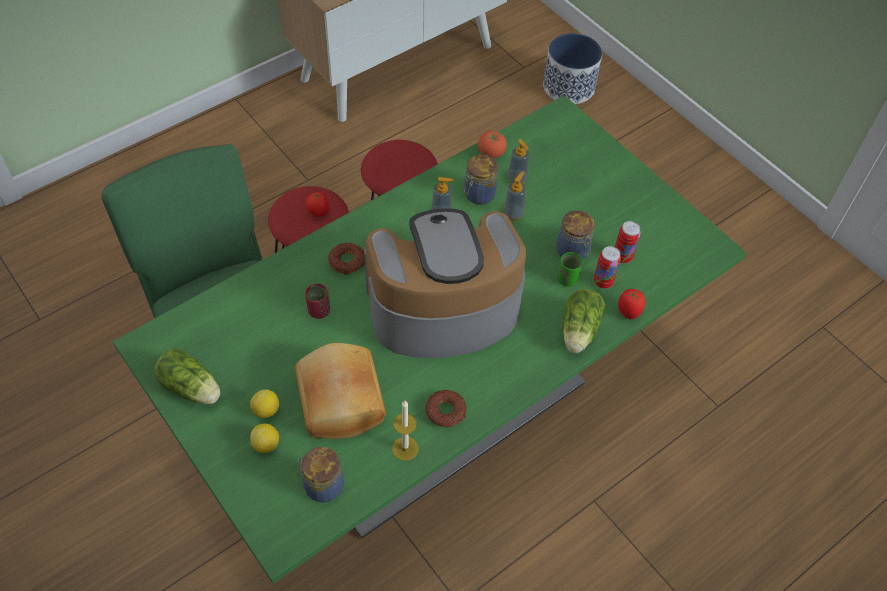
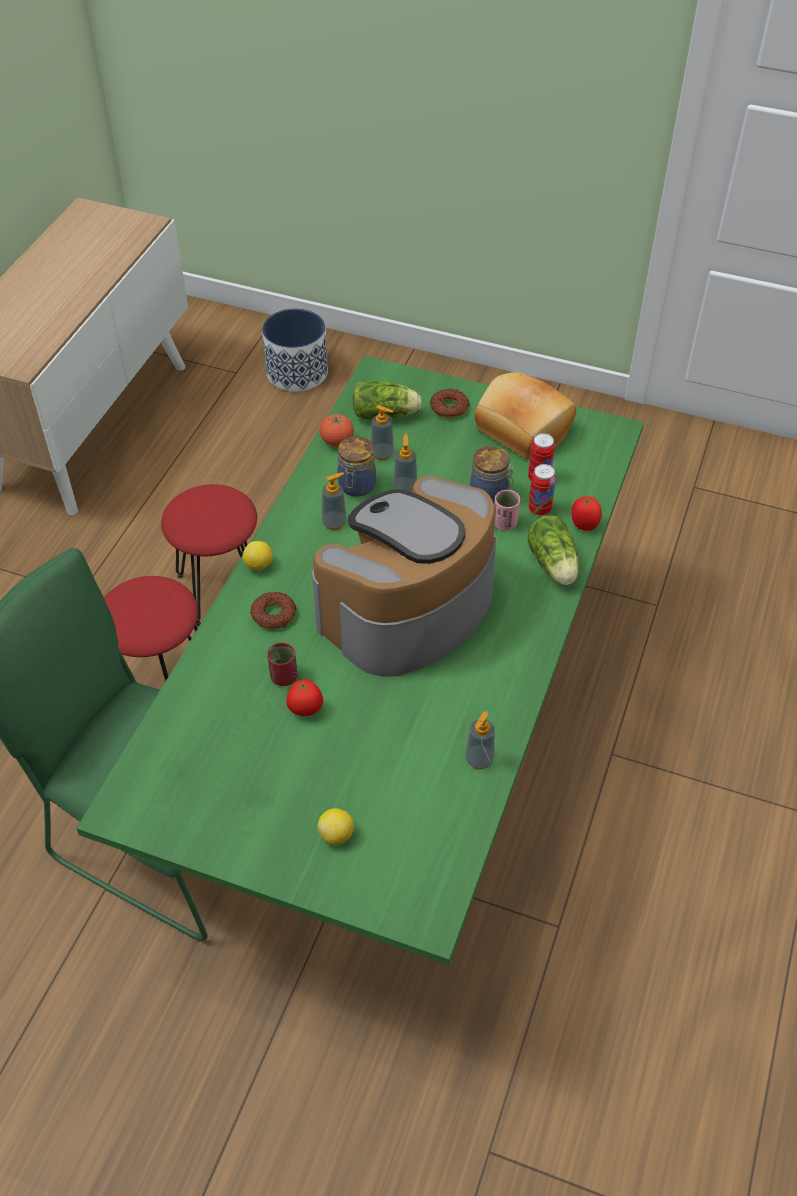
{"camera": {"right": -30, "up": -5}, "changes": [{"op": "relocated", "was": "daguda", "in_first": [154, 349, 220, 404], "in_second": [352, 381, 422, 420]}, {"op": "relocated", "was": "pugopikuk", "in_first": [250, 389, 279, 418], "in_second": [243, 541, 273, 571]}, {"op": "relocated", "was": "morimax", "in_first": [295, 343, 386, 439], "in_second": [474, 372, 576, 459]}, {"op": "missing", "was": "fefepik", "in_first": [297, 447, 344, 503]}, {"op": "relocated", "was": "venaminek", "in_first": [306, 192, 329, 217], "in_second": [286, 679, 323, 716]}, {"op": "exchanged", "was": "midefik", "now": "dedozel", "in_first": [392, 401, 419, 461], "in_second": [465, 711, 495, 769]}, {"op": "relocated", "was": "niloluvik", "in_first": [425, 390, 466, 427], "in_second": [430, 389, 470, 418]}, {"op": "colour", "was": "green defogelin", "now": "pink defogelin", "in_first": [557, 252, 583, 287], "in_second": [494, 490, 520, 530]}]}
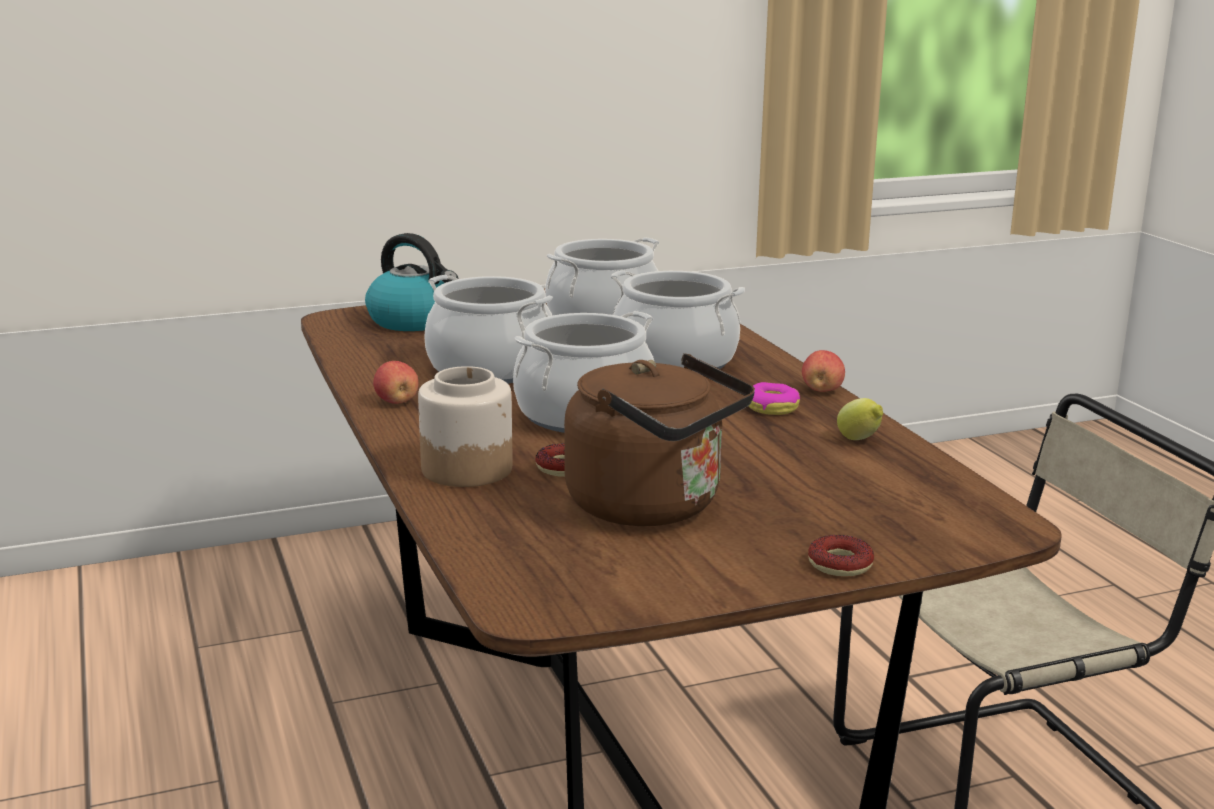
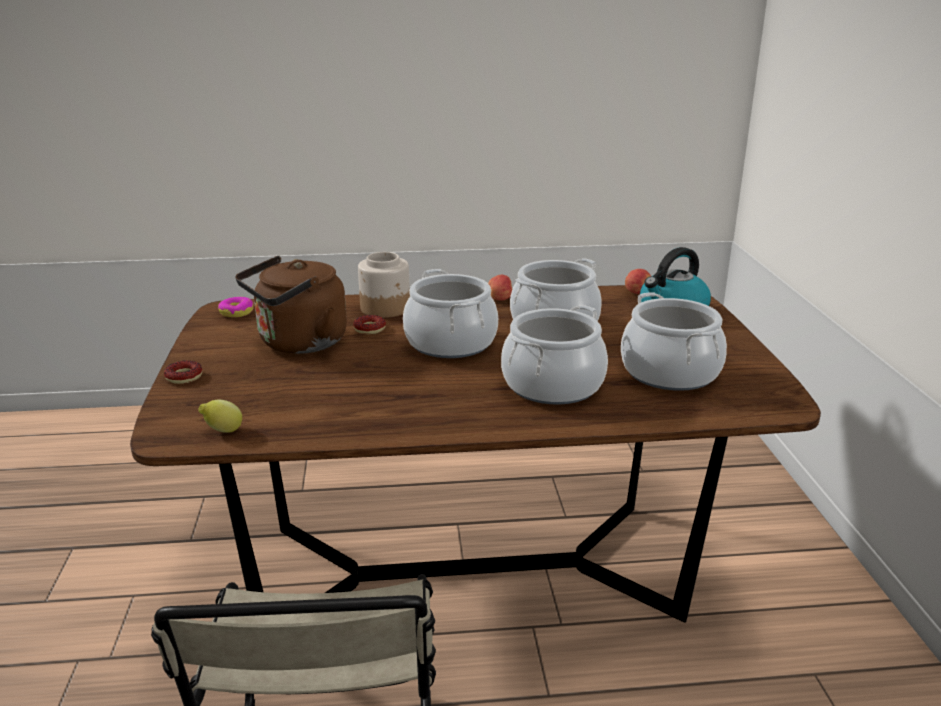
{"camera": {"right": 105, "up": 5}, "changes": [{"op": "relocated", "was": "niloluvik", "in_first": [748, 382, 800, 415], "in_second": [218, 297, 254, 317]}, {"op": "relocated", "was": "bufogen", "in_first": [802, 350, 845, 392], "in_second": [625, 269, 651, 294]}, {"op": "relocated", "was": "pugopikuk", "in_first": [837, 398, 883, 440], "in_second": [198, 399, 242, 433]}]}
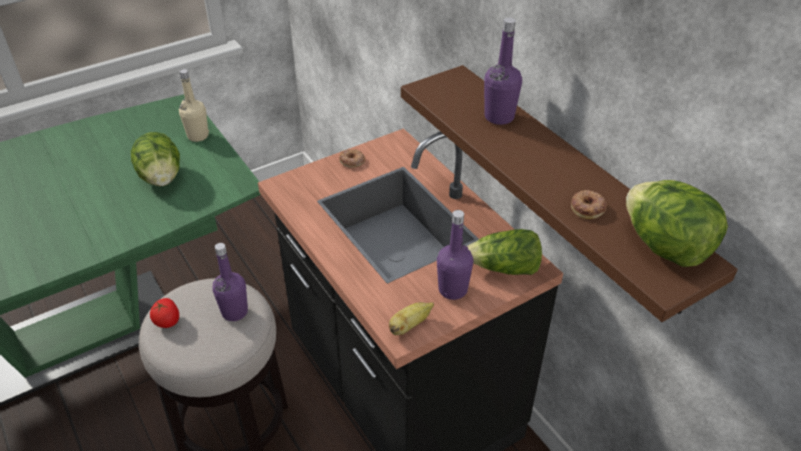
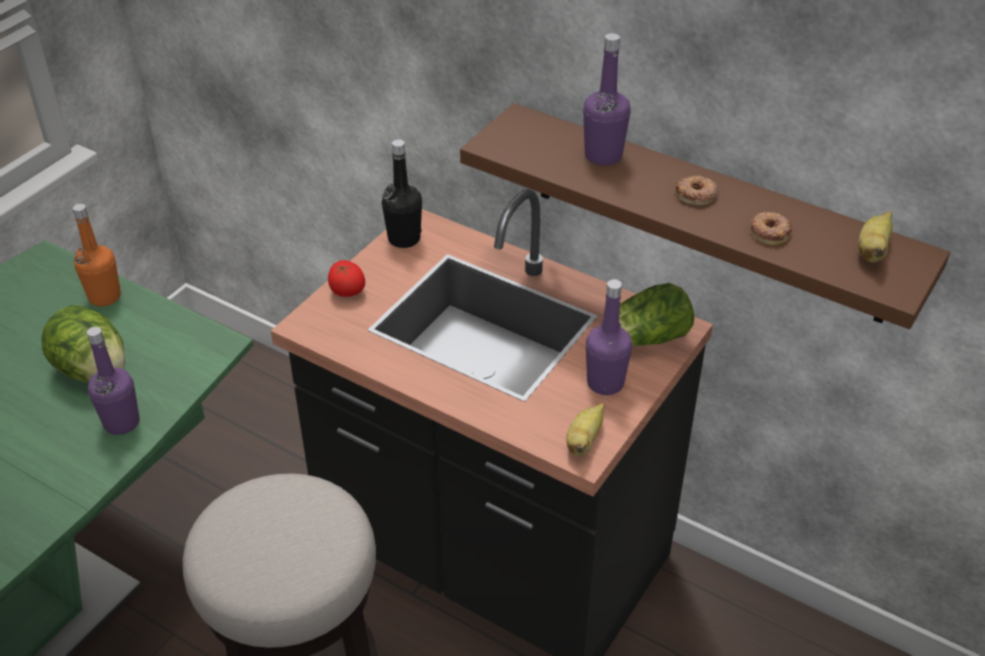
{"camera": {"right": -25, "up": 0}, "changes": [{"op": "relocated", "was": "venaminek", "in_first": [150, 298, 179, 328], "in_second": [328, 260, 365, 297]}, {"op": "colour", "was": "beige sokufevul", "now": "orange sokufevul", "in_first": [179, 69, 209, 142], "in_second": [73, 204, 121, 307]}, {"op": "relocated", "was": "purple sokufevul", "in_first": [212, 243, 248, 321], "in_second": [87, 327, 140, 435]}, {"op": "relocated", "was": "niloluvik", "in_first": [339, 149, 365, 168], "in_second": [675, 175, 718, 205]}, {"op": "exchanged", "was": "daguda", "now": "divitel", "in_first": [626, 180, 728, 267], "in_second": [858, 211, 892, 263]}, {"op": "appeared", "now": "black sokufevul", "in_second": [382, 139, 422, 248]}]}
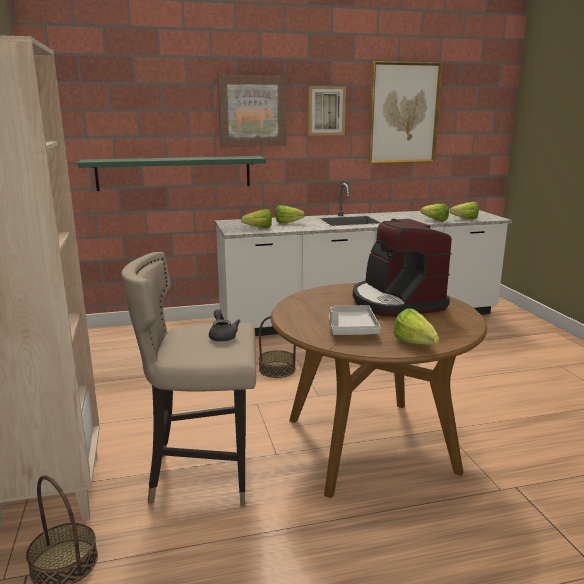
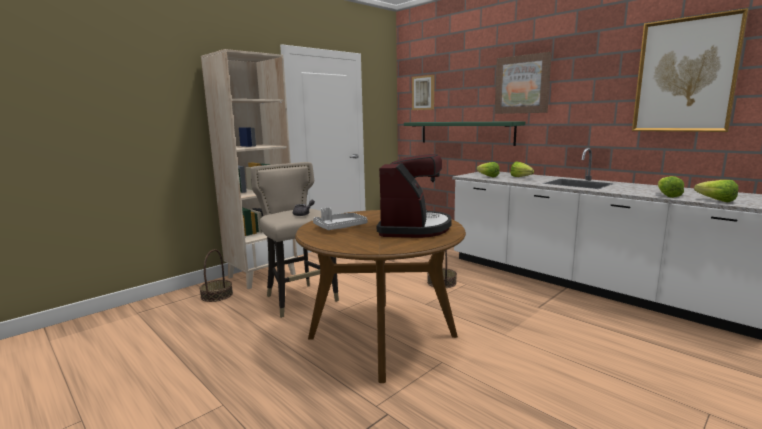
{"camera": {"right": 60, "up": -5}, "changes": [{"op": "relocated", "was": "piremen", "in_first": [308, 86, 346, 136], "in_second": [412, 75, 434, 110]}, {"op": "spun", "was": "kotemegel", "in_first": [353, 218, 452, 317], "in_second": [377, 154, 452, 238], "clockwise": 150}, {"op": "missing", "was": "daguda", "in_first": [393, 308, 439, 345]}]}
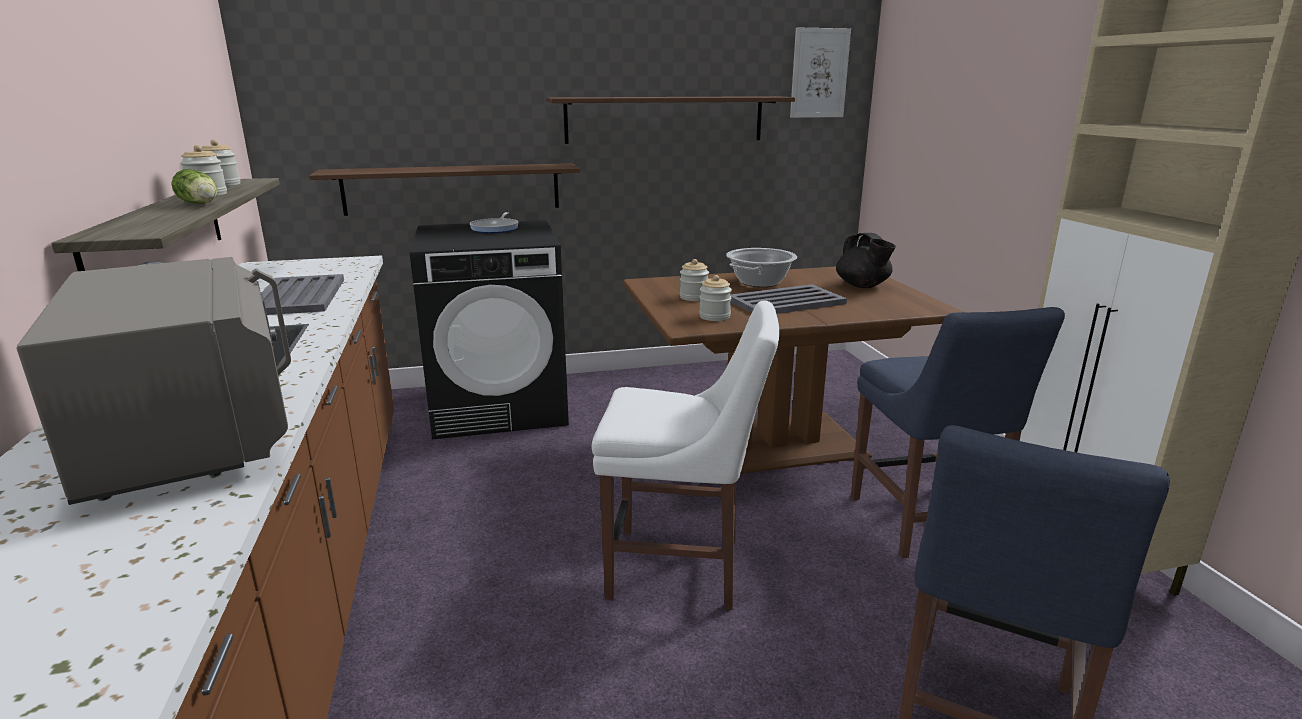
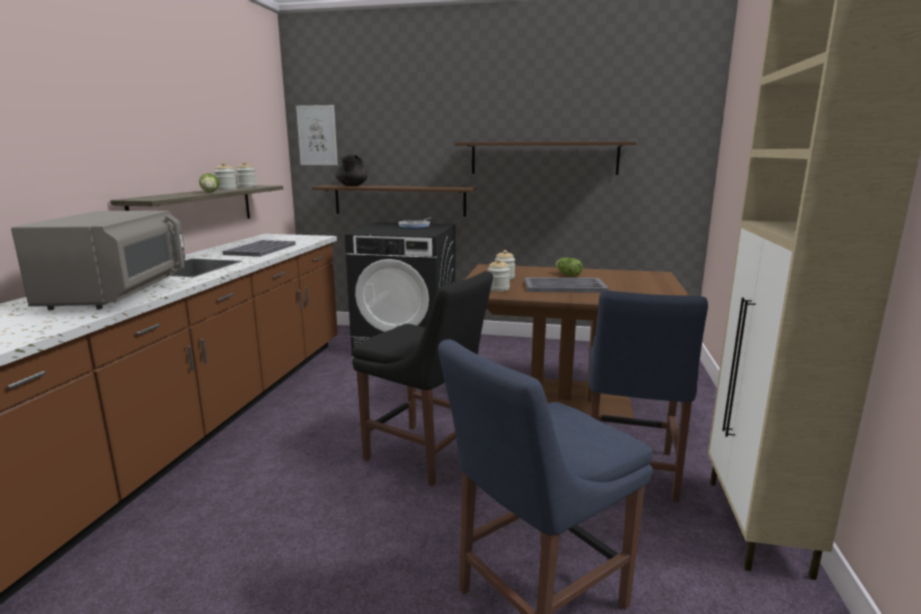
{"camera": {"right": 25, "up": -5}, "changes": [{"op": "colour", "was": "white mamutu", "now": "black mamutu", "in_first": [592, 301, 779, 610], "in_second": [352, 271, 493, 486]}, {"op": "exchanged", "was": "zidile", "now": "daguda", "in_first": [726, 248, 797, 287], "in_second": [556, 257, 583, 277]}, {"op": "relocated", "was": "piremen", "in_first": [790, 27, 851, 118], "in_second": [296, 105, 338, 165]}, {"op": "relocated", "was": "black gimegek", "in_first": [836, 233, 896, 288], "in_second": [336, 155, 368, 186]}]}
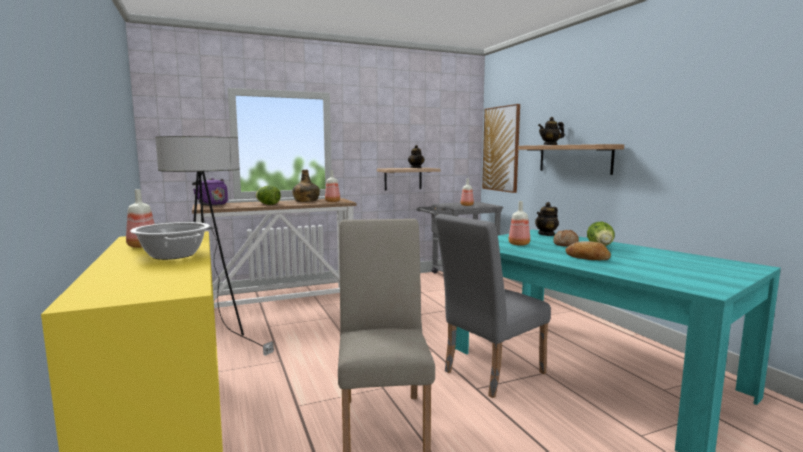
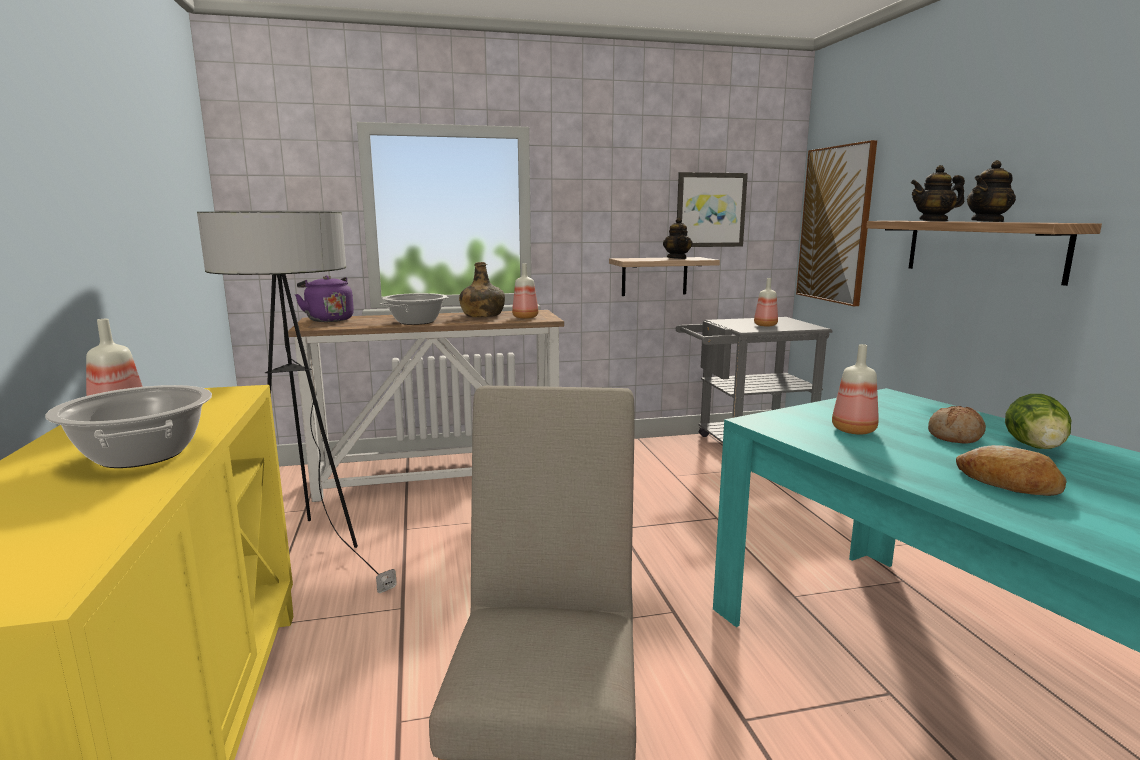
{"camera": {"right": 10, "up": 5}, "changes": [{"op": "exchanged", "was": "daguda", "now": "zidile", "in_first": [255, 186, 281, 205], "in_second": [380, 293, 449, 325]}, {"op": "missing", "was": "grey mamutu", "in_first": [435, 214, 551, 398]}, {"op": "relocated", "was": "gimegek", "in_first": [535, 202, 559, 236], "in_second": [967, 160, 1016, 222]}, {"op": "appeared", "now": "piremen", "in_second": [677, 172, 748, 247]}]}
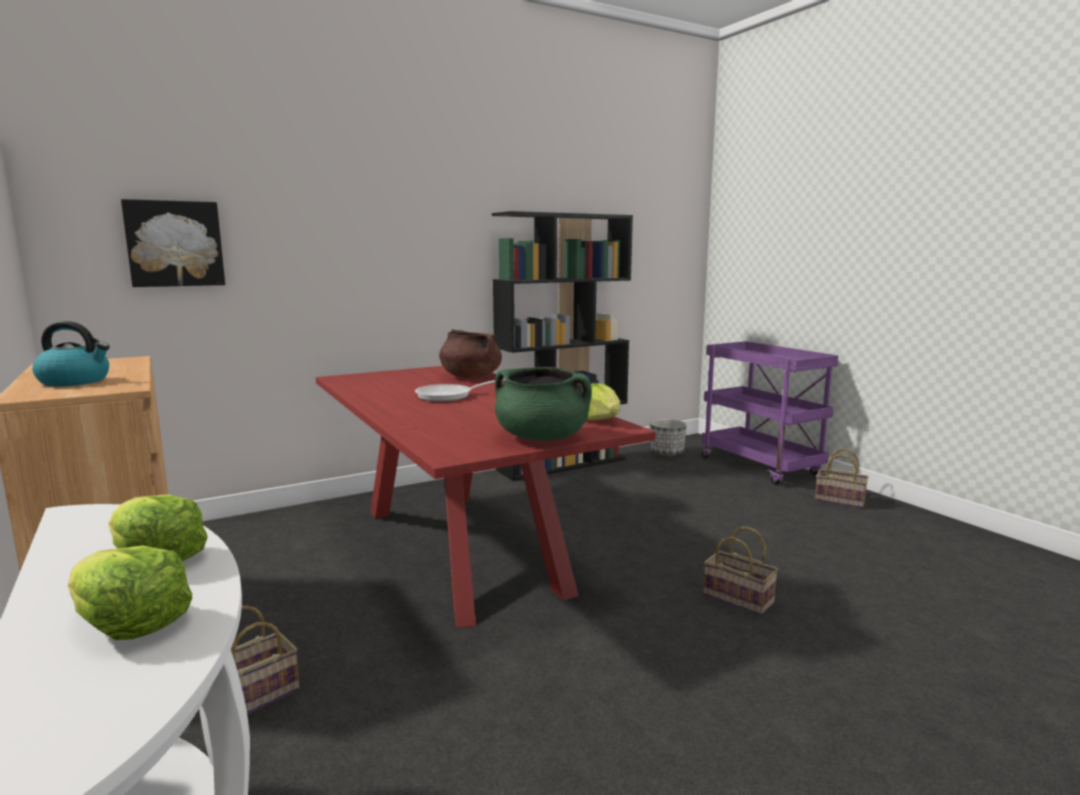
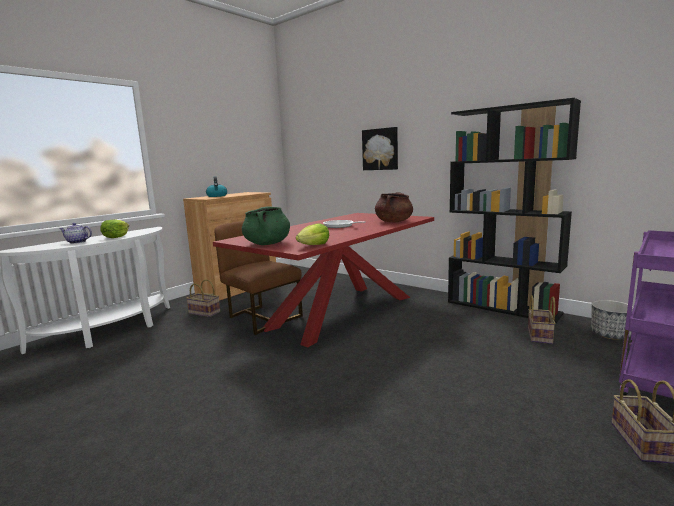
{"camera": {"right": 70, "up": 0}, "changes": [{"op": "exchanged", "was": "daguda", "now": "gimegek", "in_first": [68, 545, 192, 640], "in_second": [59, 223, 92, 244]}, {"op": "relocated", "was": "piremen", "in_first": [121, 199, 225, 287], "in_second": [362, 127, 398, 170]}, {"op": "relocated", "was": "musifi", "in_first": [703, 526, 778, 615], "in_second": [528, 295, 555, 344]}, {"op": "appeared", "now": "brown mamutu", "in_second": [214, 221, 303, 335]}]}
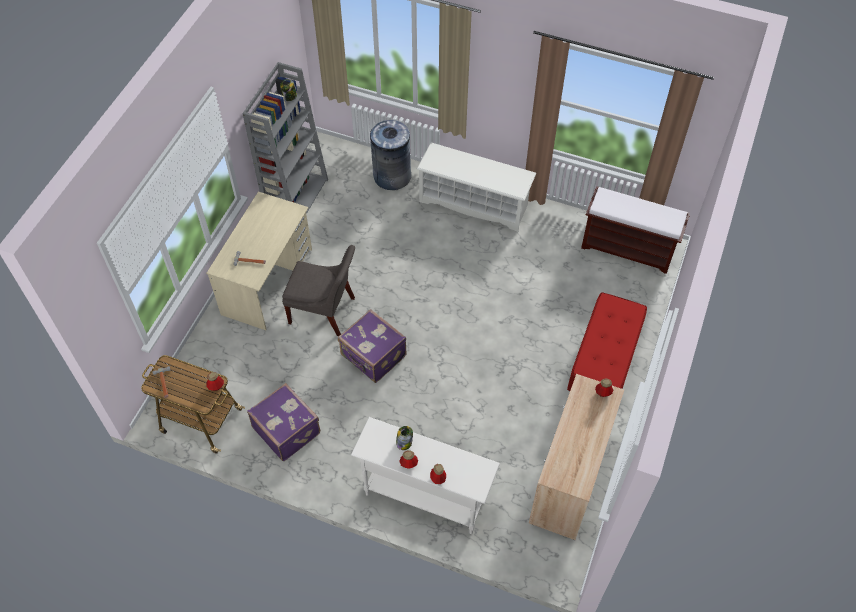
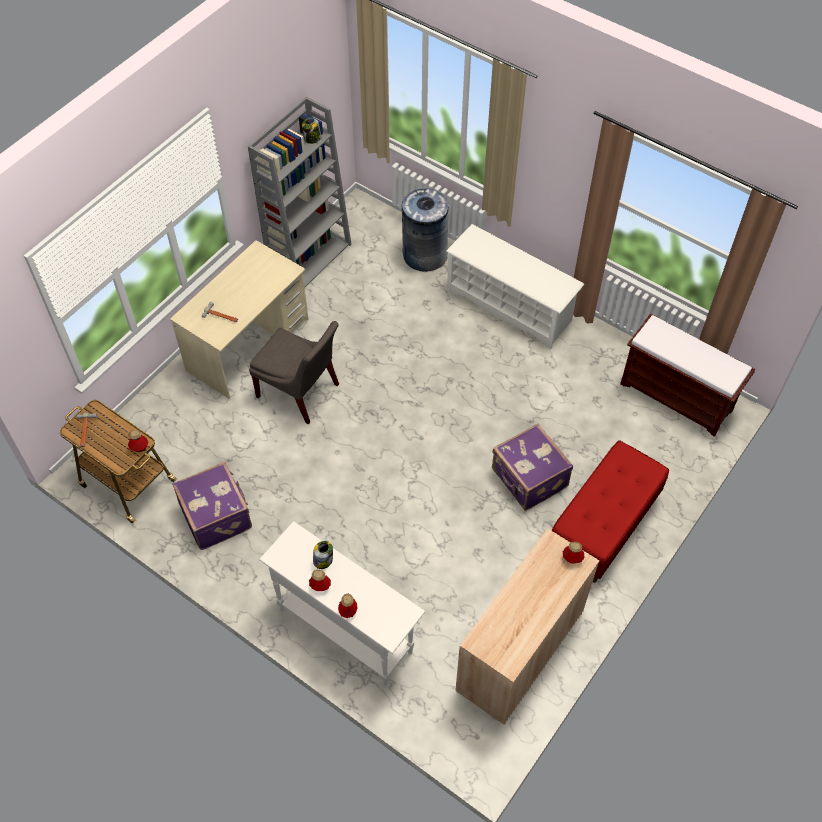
{"camera": {"right": 15, "up": 0}, "changes": [{"op": "relocated", "was": "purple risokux", "in_first": [338, 309, 407, 383], "in_second": [492, 424, 573, 511]}]}
